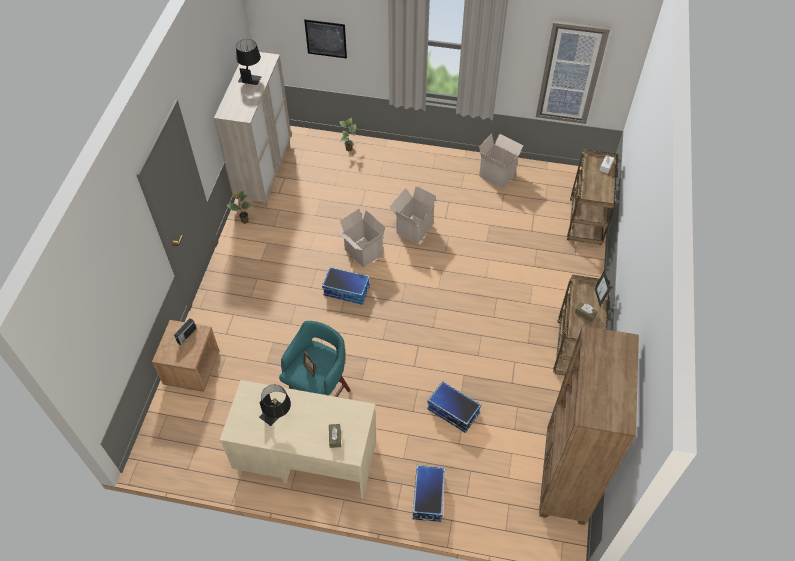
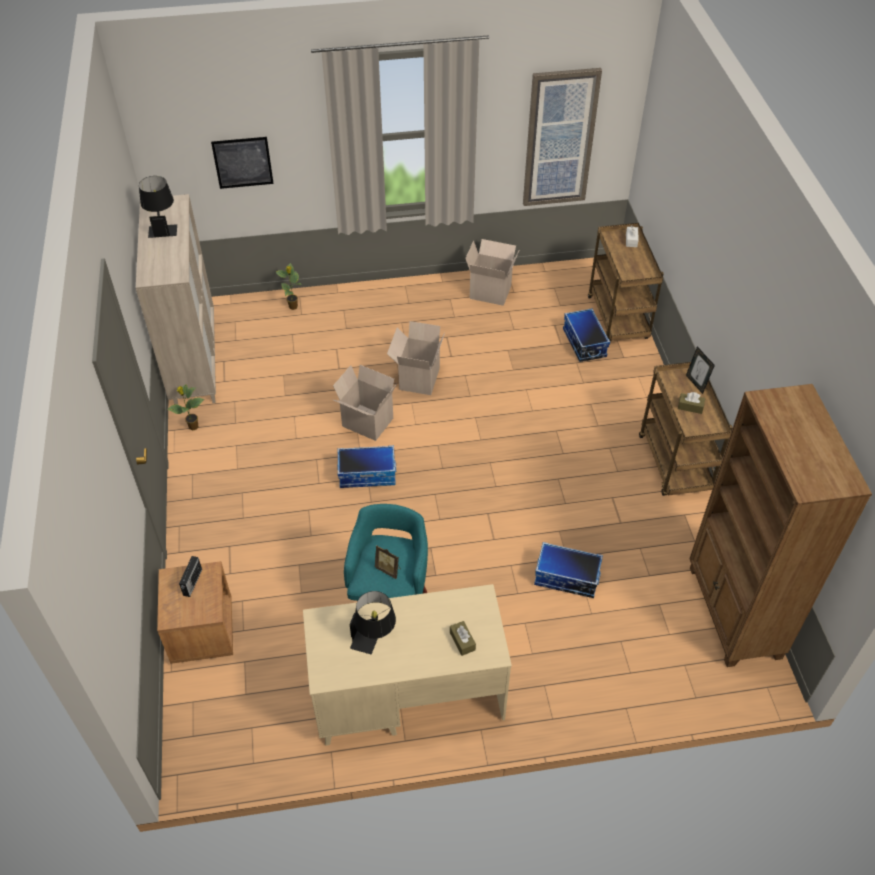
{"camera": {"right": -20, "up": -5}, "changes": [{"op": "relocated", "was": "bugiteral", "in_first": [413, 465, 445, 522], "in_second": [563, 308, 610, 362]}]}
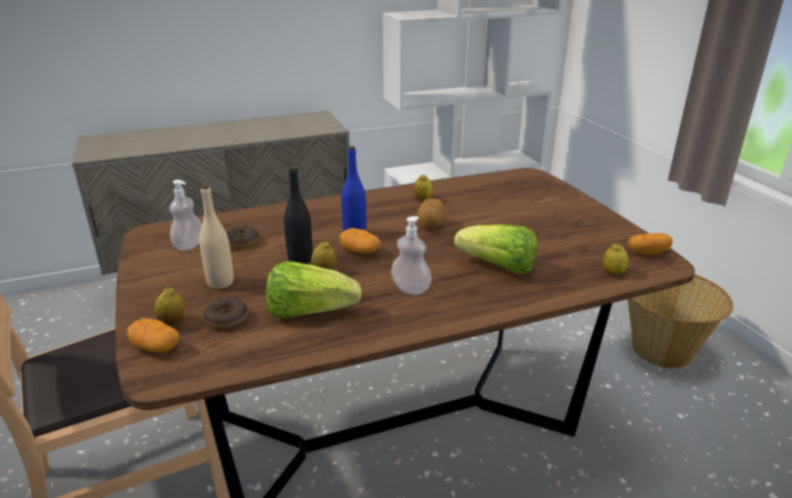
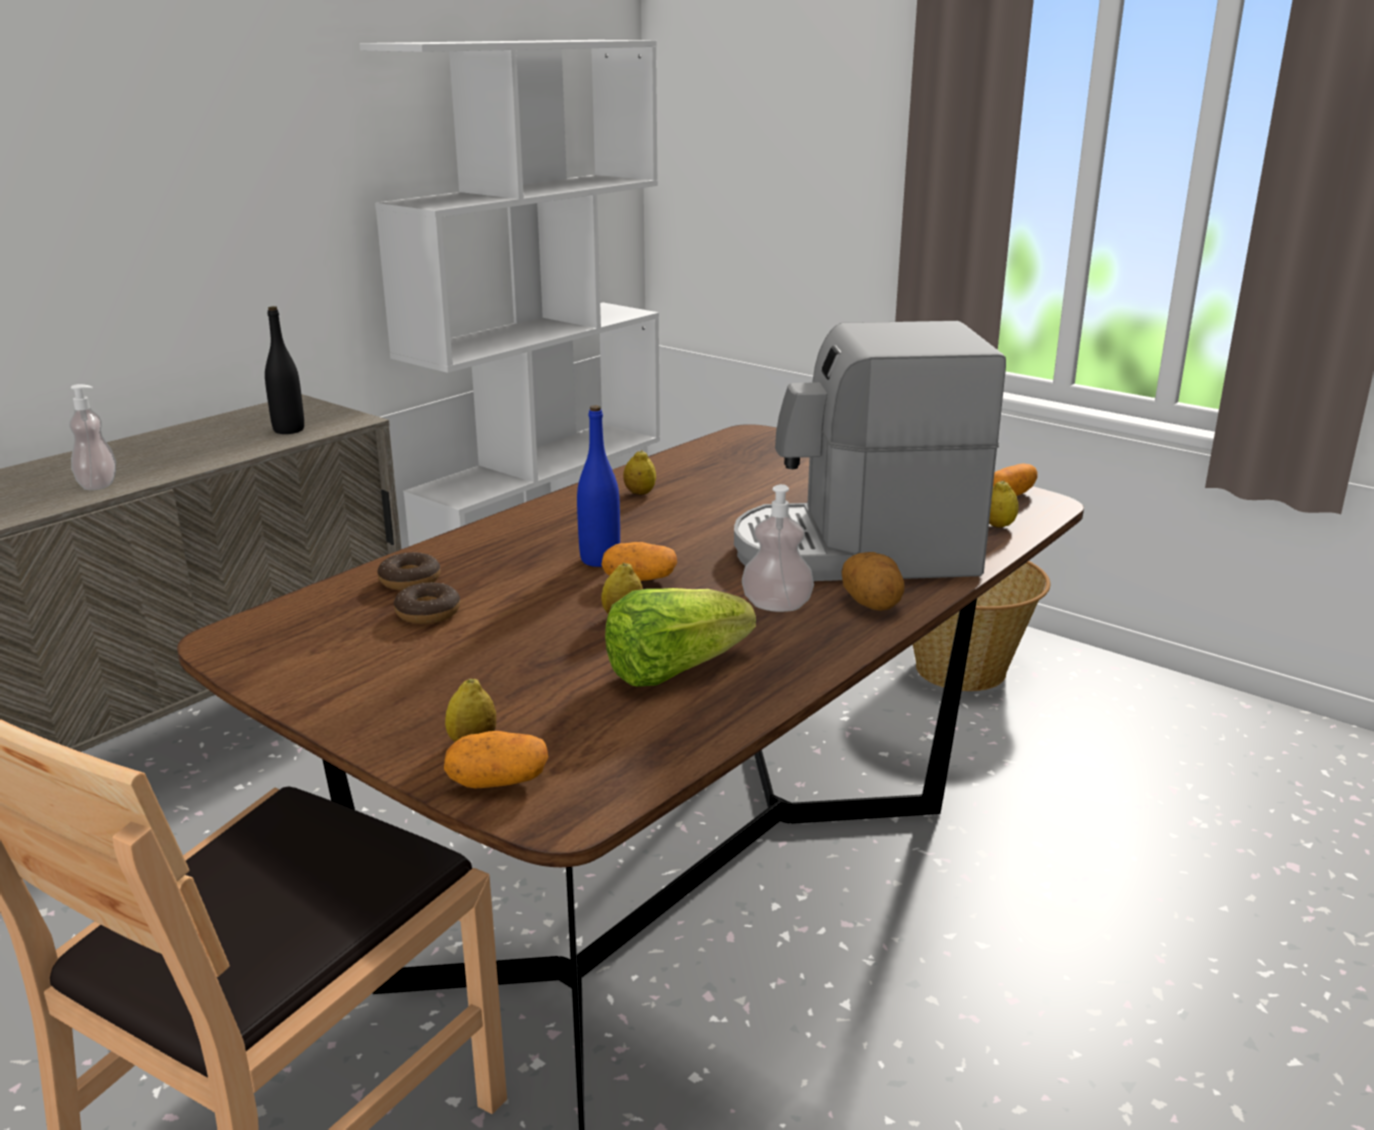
{"camera": {"right": -30, "up": -5}, "changes": [{"op": "relocated", "was": "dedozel", "in_first": [170, 180, 202, 251], "in_second": [69, 384, 116, 490]}, {"op": "missing", "was": "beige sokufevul", "in_first": [199, 184, 234, 289]}, {"op": "relocated", "was": "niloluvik", "in_first": [203, 297, 248, 329], "in_second": [377, 552, 440, 591]}, {"op": "relocated", "was": "black sokufevul", "in_first": [284, 166, 313, 264], "in_second": [265, 306, 304, 434]}, {"op": "relocated", "was": "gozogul", "in_first": [417, 198, 446, 229], "in_second": [841, 552, 904, 611]}, {"op": "exchanged", "was": "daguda", "now": "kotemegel", "in_first": [454, 224, 538, 274], "in_second": [734, 321, 1006, 581]}]}
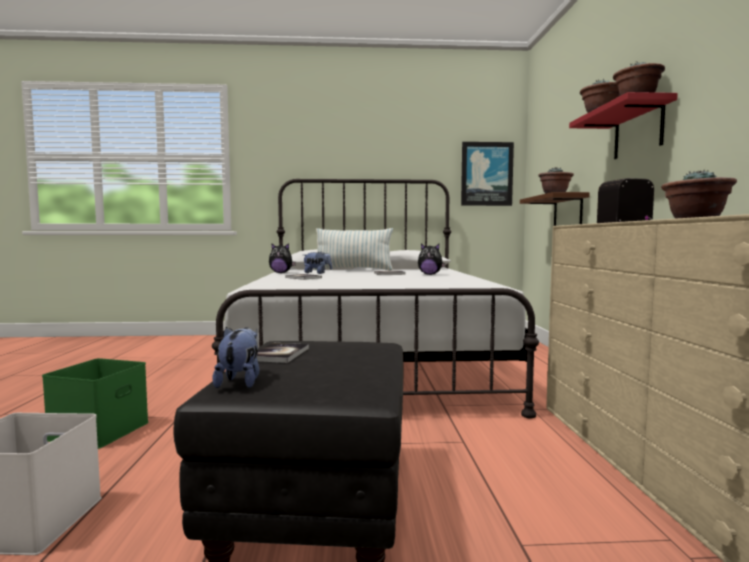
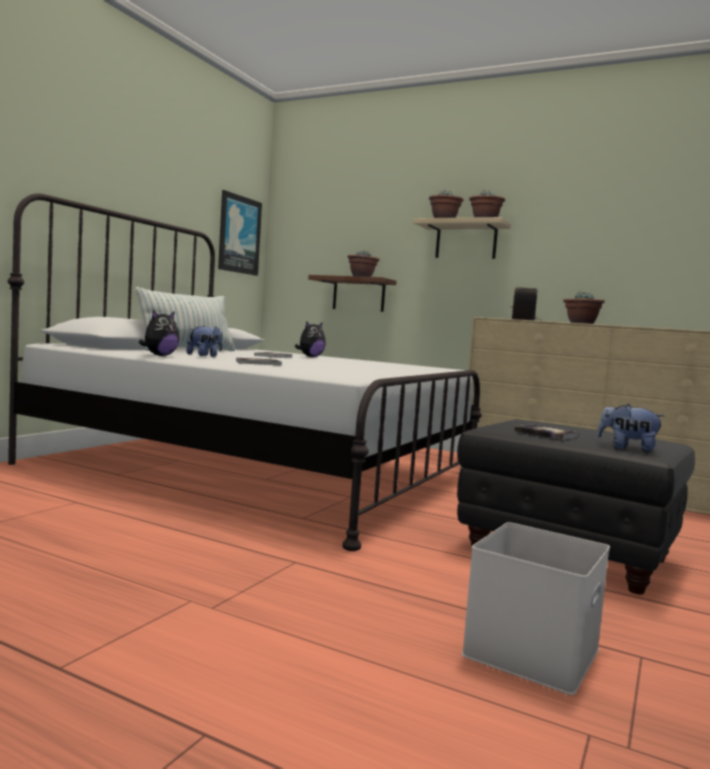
{"camera": {"right": -60, "up": 0}, "changes": [{"op": "missing", "was": "green bugiteral", "in_first": [42, 358, 149, 449]}, {"op": "colour", "was": "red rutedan", "now": "beige rutedan", "in_first": [569, 92, 678, 159], "in_second": [413, 217, 511, 259]}]}
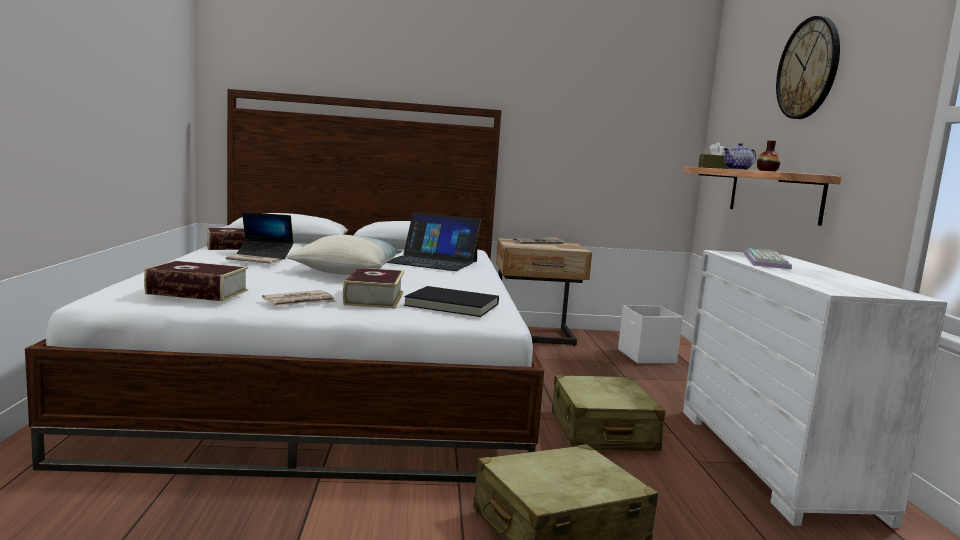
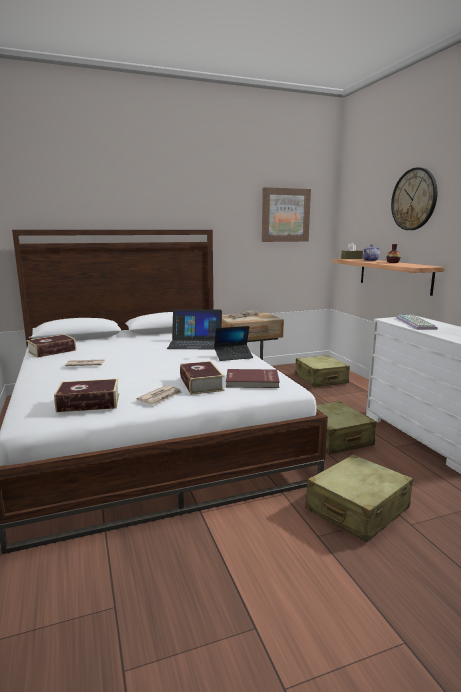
{"camera": {"right": -15, "up": 5}, "changes": [{"op": "relocated", "was": "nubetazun", "in_first": [236, 212, 293, 259], "in_second": [214, 326, 253, 361]}, {"op": "missing", "was": "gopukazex", "in_first": [287, 235, 402, 275]}, {"op": "colour", "was": "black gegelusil", "now": "red gegelusil", "in_first": [404, 286, 499, 317], "in_second": [226, 369, 280, 388]}, {"op": "exchanged", "was": "white bugiteral", "now": "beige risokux", "in_first": [618, 305, 683, 364], "in_second": [296, 355, 350, 387]}, {"op": "appeared", "now": "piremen", "in_second": [262, 187, 311, 242]}]}
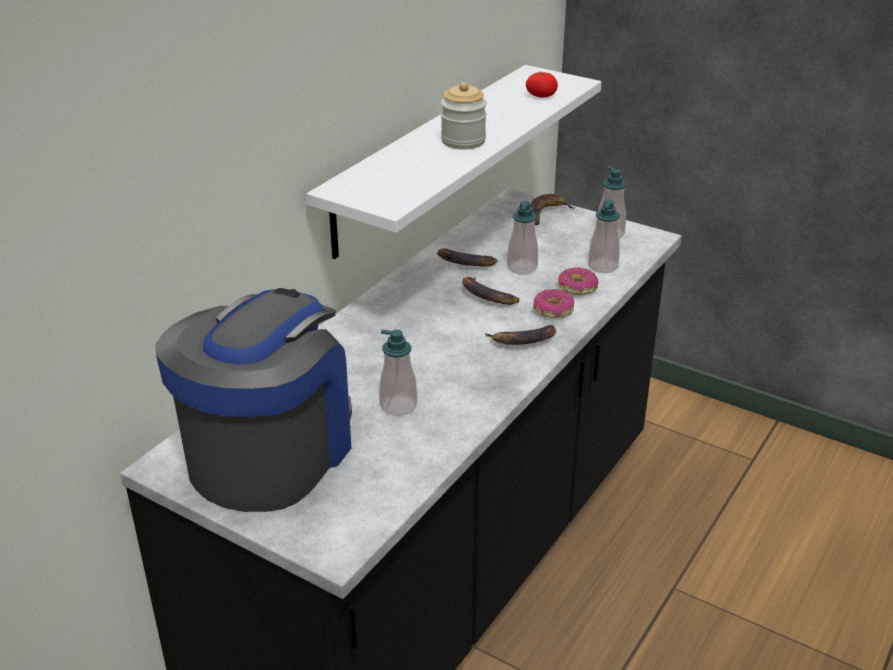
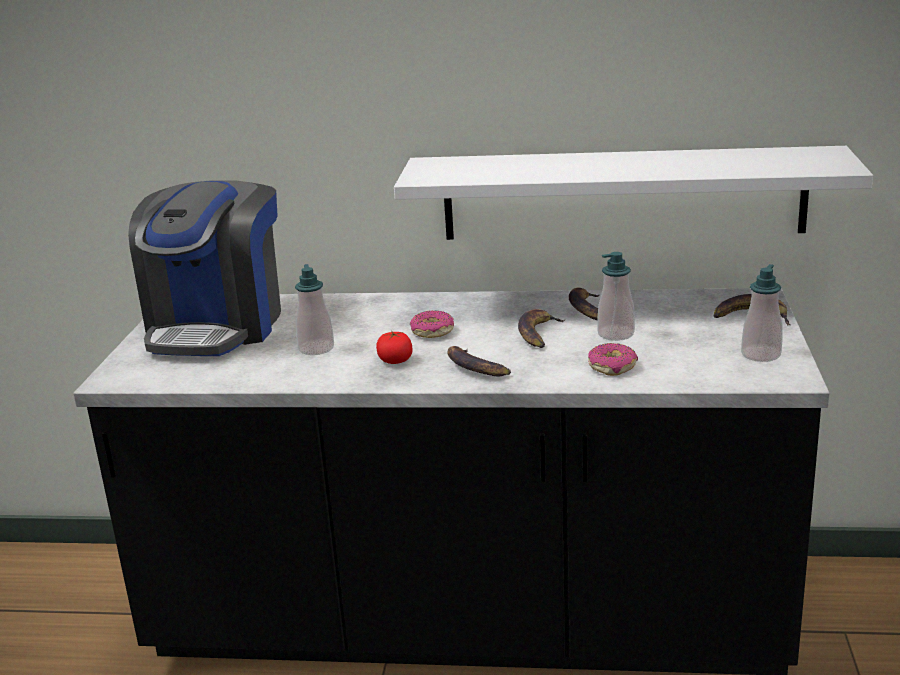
{"camera": {"right": 65, "up": -10}, "changes": [{"op": "spun", "was": "kotemegel", "in_first": [155, 288, 352, 512], "in_second": [128, 180, 281, 356], "clockwise": 105}, {"op": "missing", "was": "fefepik", "in_first": [441, 82, 487, 150]}, {"op": "relocated", "was": "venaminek", "in_first": [526, 71, 558, 98], "in_second": [376, 331, 413, 364]}, {"op": "relocated", "was": "niloluvik", "in_first": [533, 289, 574, 318], "in_second": [410, 310, 454, 338]}, {"op": "missing", "was": "dedozel", "in_first": [588, 200, 620, 273]}]}
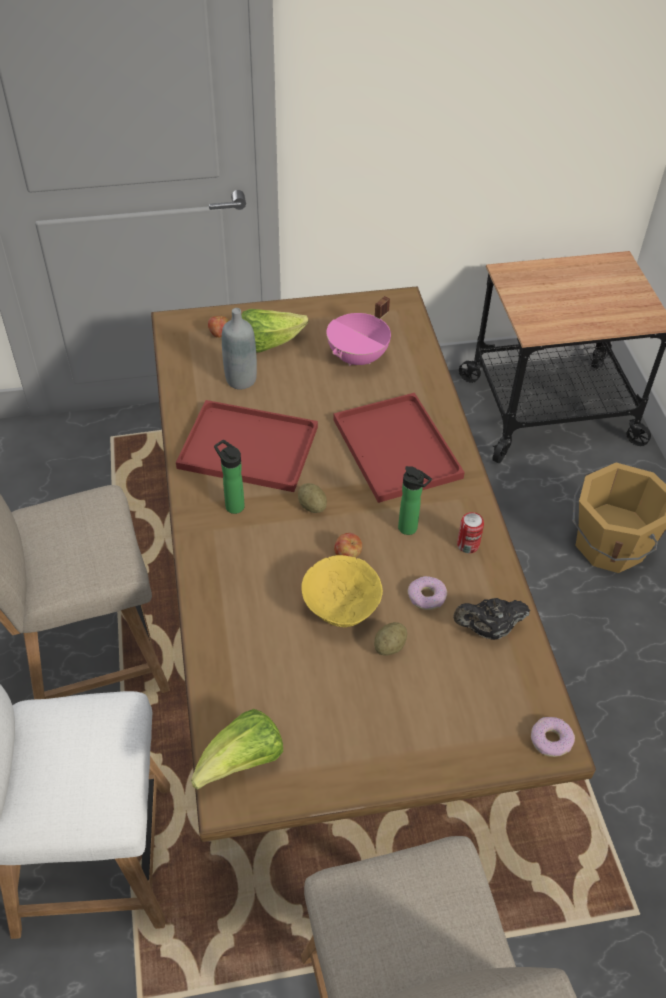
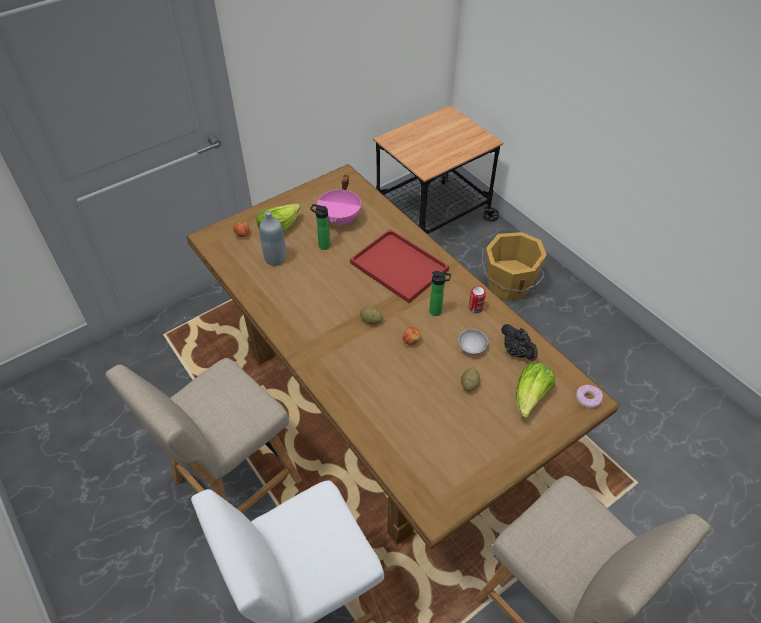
{"camera": {"right": -25, "up": 0}, "changes": [{"op": "missing", "was": "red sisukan", "in_first": [176, 400, 318, 492]}, {"op": "relocated", "was": "daguda", "in_first": [191, 709, 283, 790], "in_second": [516, 363, 555, 418]}, {"op": "relocated", "was": "sokufevul", "in_first": [214, 440, 245, 514], "in_second": [310, 204, 330, 250]}, {"op": "missing", "was": "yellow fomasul", "in_first": [301, 555, 383, 627]}, {"op": "exchanged", "was": "niloluvik", "now": "grey fomasul", "in_first": [408, 576, 447, 610], "in_second": [458, 329, 489, 355]}, {"op": "spun", "was": "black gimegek", "in_first": [453, 598, 530, 640], "in_second": [501, 324, 538, 361], "clockwise": -90}]}
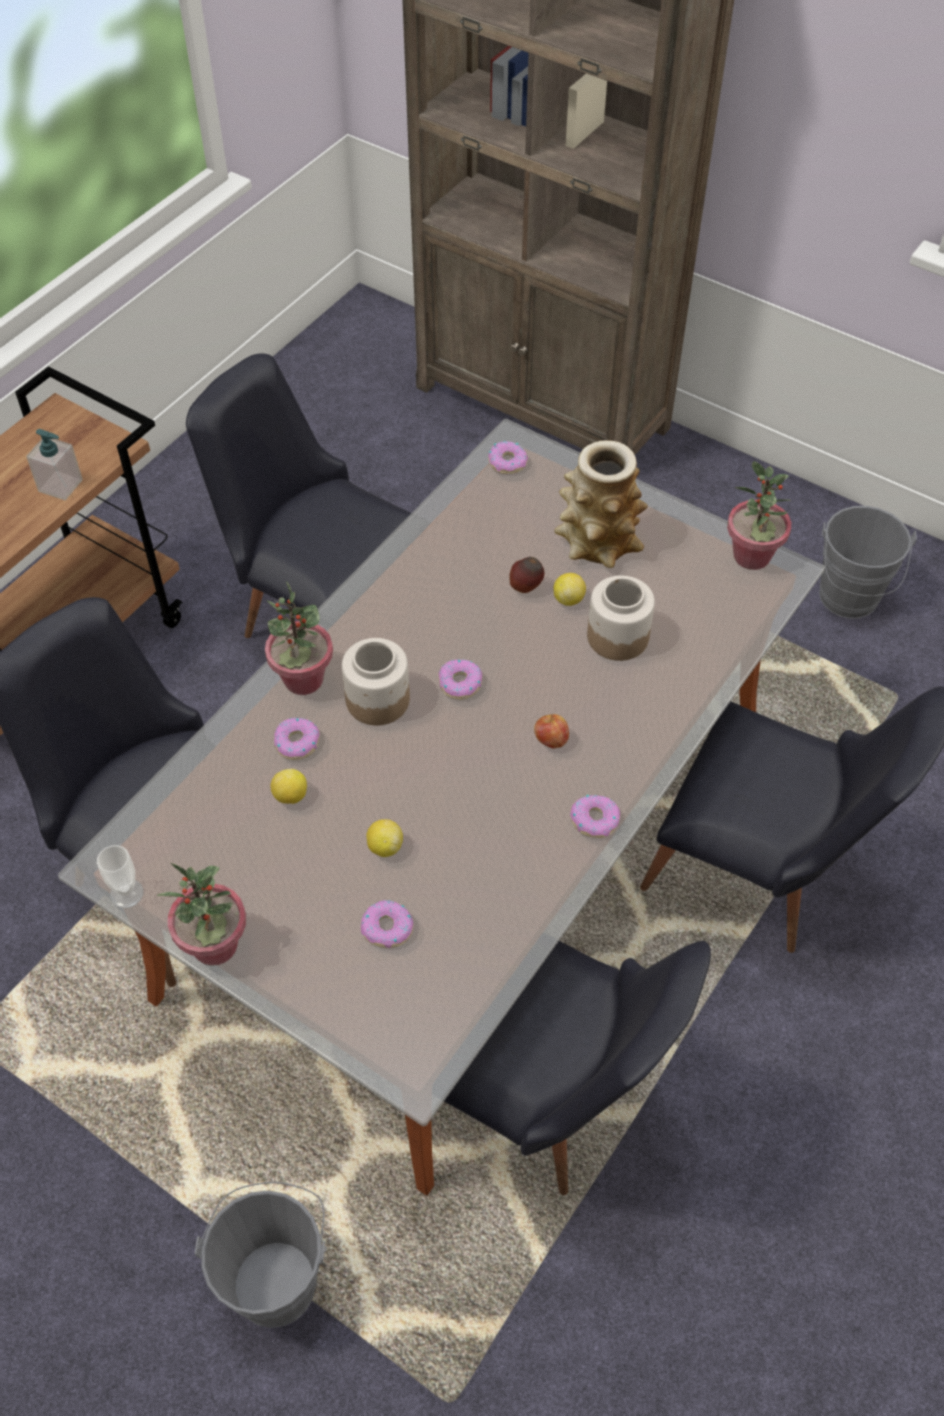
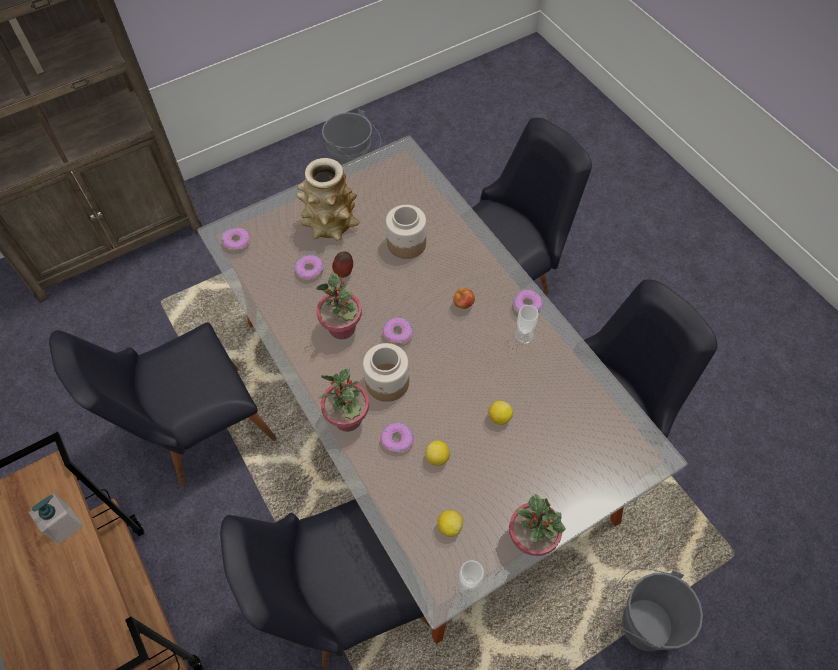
{"camera": {"right": -65, "up": 5}, "changes": [{"op": "relocated", "was": "niloluvik", "in_first": [361, 900, 414, 948], "in_second": [294, 254, 324, 281]}, {"op": "relocated", "was": "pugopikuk", "in_first": [554, 573, 586, 606], "in_second": [438, 510, 463, 537]}, {"op": "relocated", "was": "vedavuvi", "in_first": [727, 461, 791, 570], "in_second": [316, 273, 362, 339]}, {"op": "appeared", "now": "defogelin", "in_second": [514, 305, 539, 344]}]}
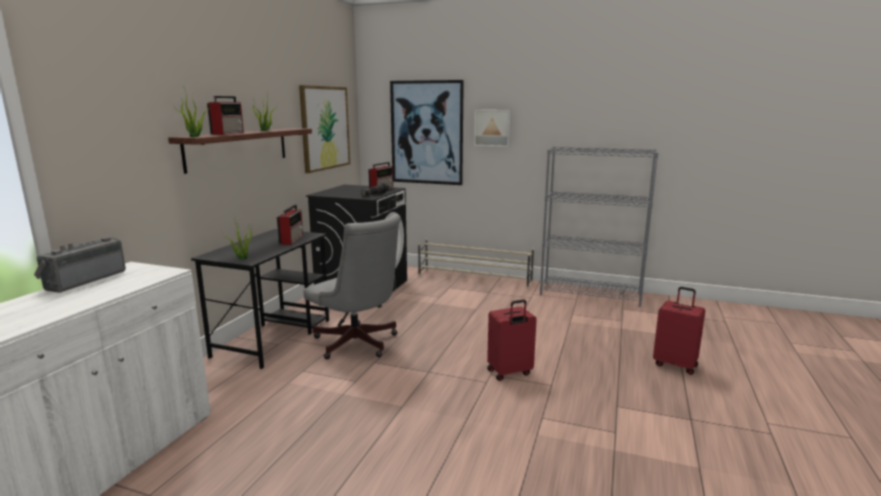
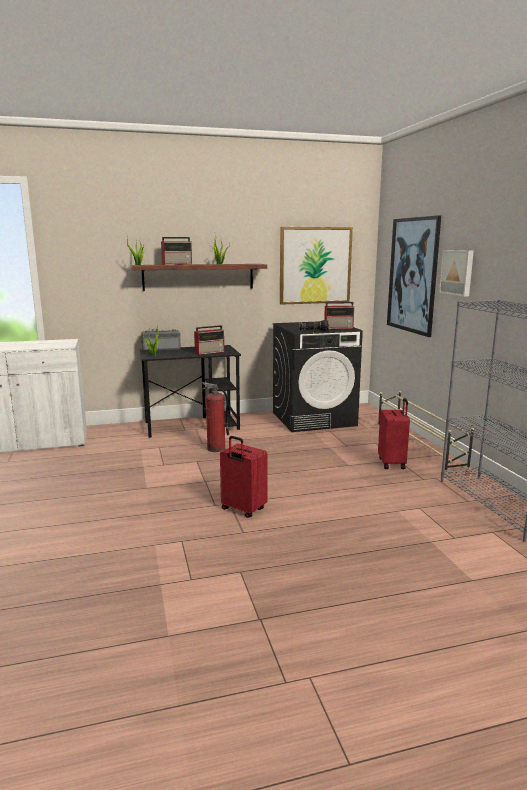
{"camera": {"right": 55, "up": 0}, "changes": [{"op": "relocated", "was": "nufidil", "in_first": [34, 237, 126, 293], "in_second": [141, 329, 181, 351]}, {"op": "exchanged", "was": "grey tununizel", "now": "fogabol", "in_first": [303, 214, 401, 359], "in_second": [202, 382, 229, 452]}, {"op": "relocated", "was": "red risokux", "in_first": [653, 287, 705, 375], "in_second": [378, 398, 410, 469]}]}
